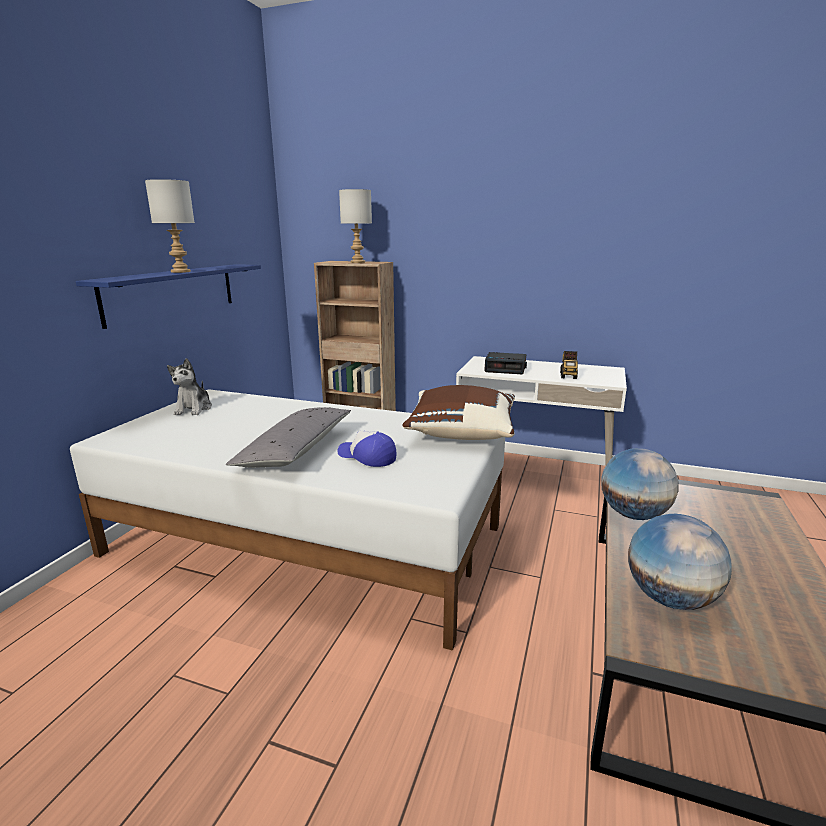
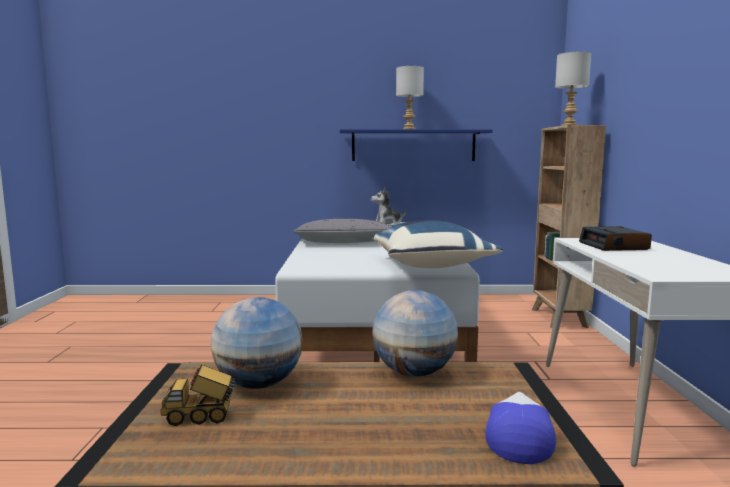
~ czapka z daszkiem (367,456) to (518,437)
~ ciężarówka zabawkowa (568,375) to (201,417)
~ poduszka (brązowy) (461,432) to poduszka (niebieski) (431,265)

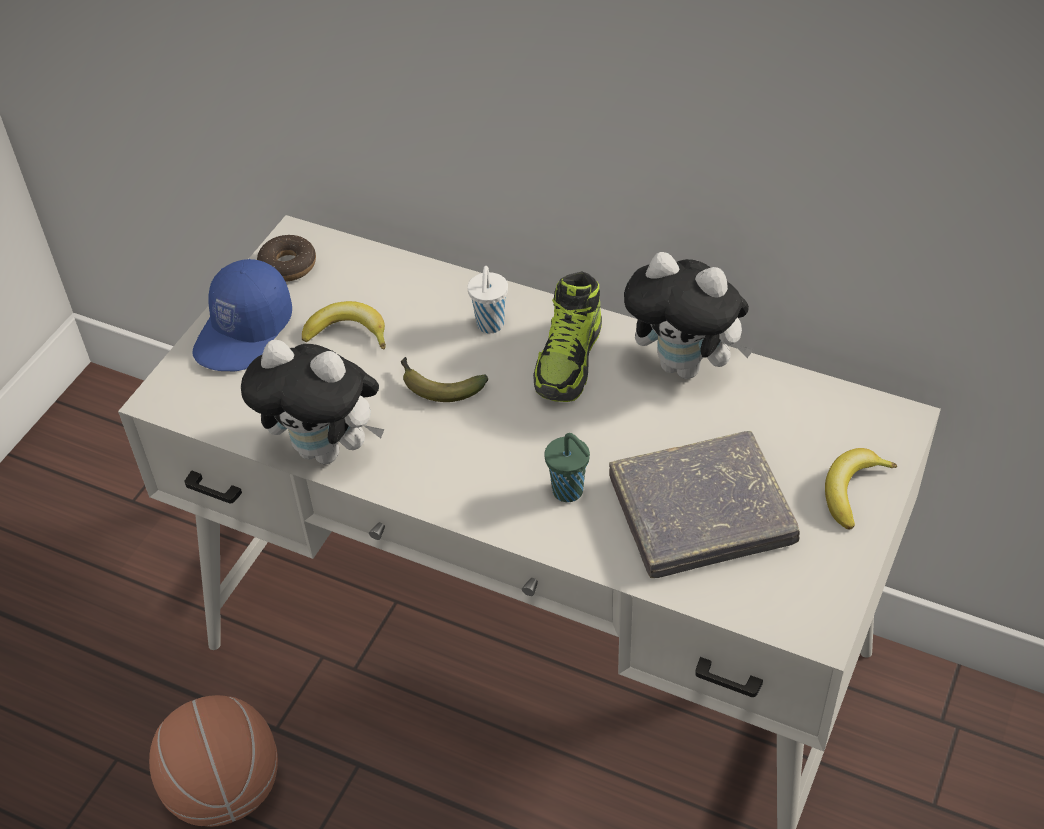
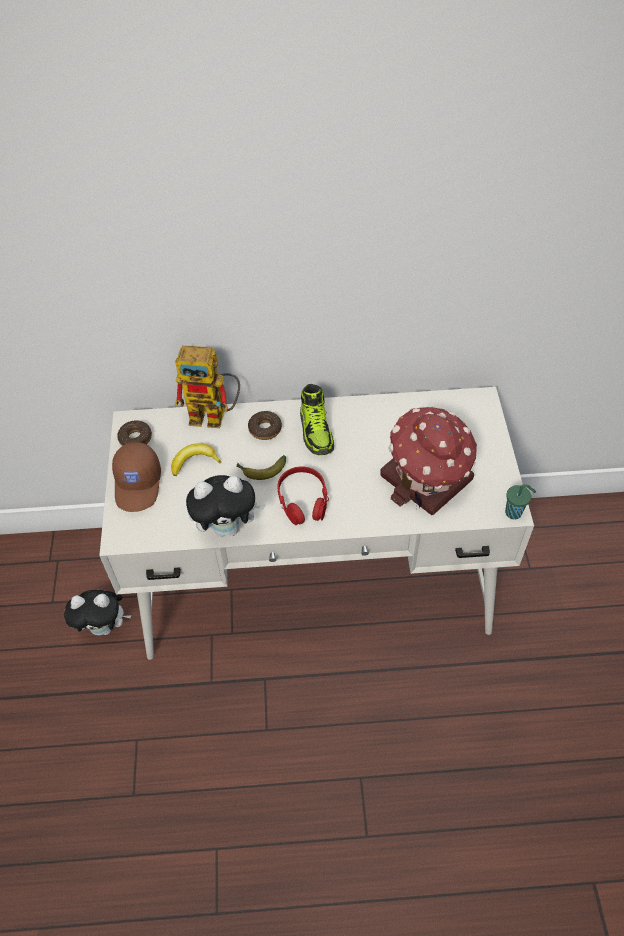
- piłka do koszykówki (225,789)
- banan (852,490)
+ robot zabawkowy (215,415)
+ słuchawki (czerwony) (303,500)
~ filiżanka (zielony) (569,492) to (514,513)
~ pluszak (686,366) to (105,627)
~ filiżanka (biały) (490,325) to donut (265,429)
~ książka (szary) (701,512) to domek (427,479)
~ czapka z daszkiem (niebieski) (245,332) to czapka z daszkiem (brązowy) (139,484)

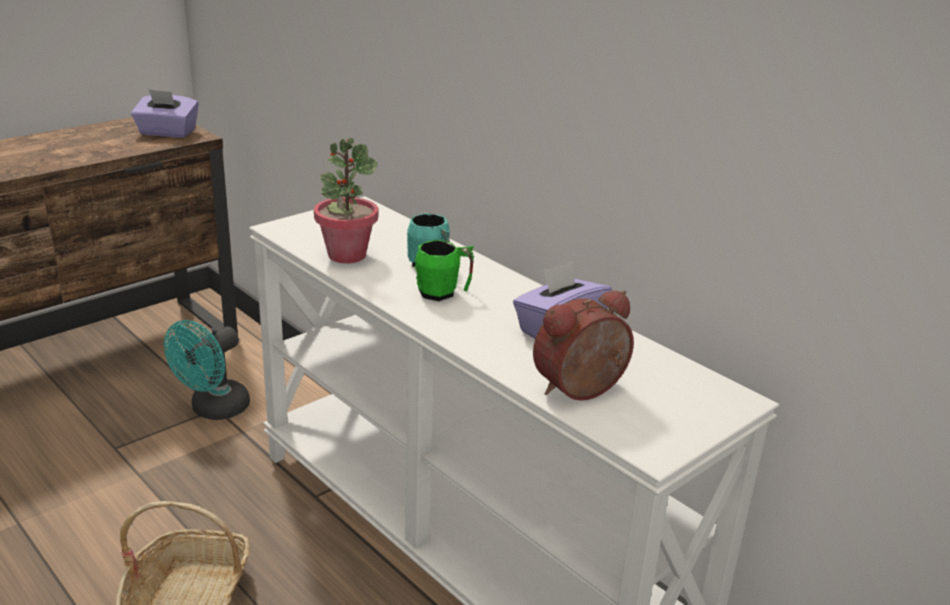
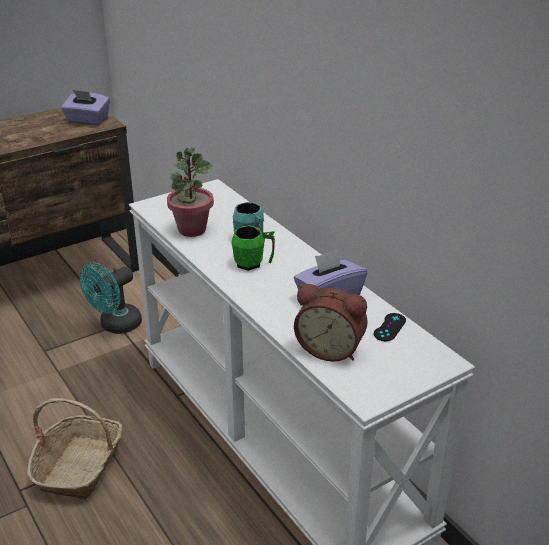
+ pad do gier (czarny) (389,327)
~ budzik (582,391) = (330,349) 135 degrees counterclockwise

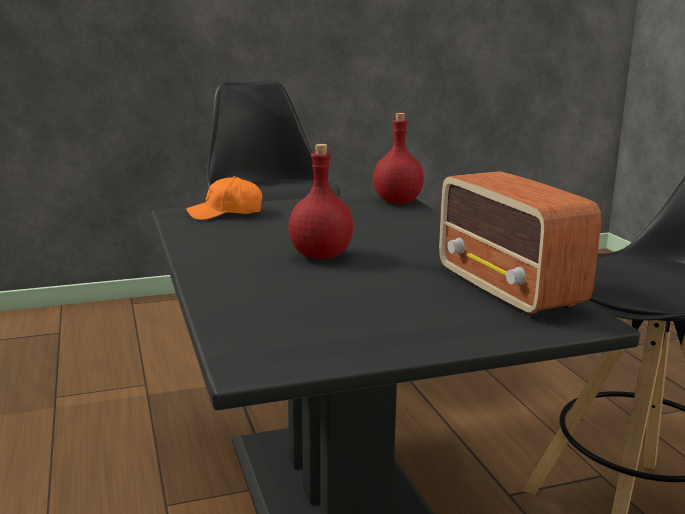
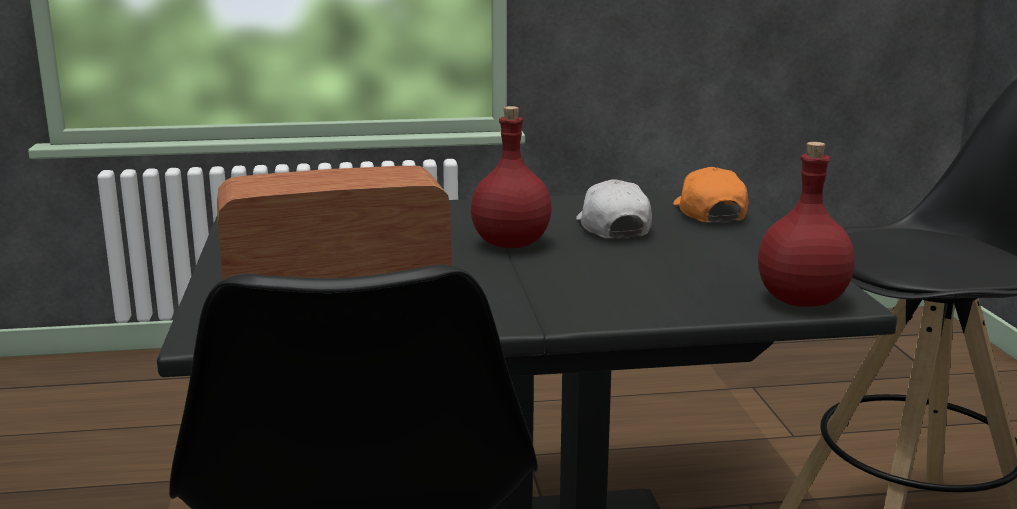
+ czapka z daszkiem (biały) (612,228)

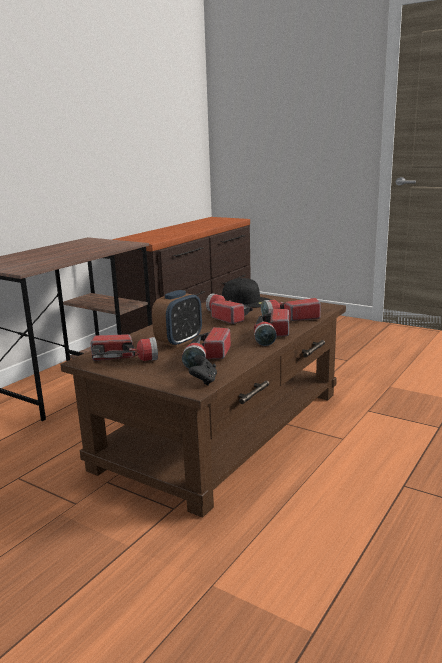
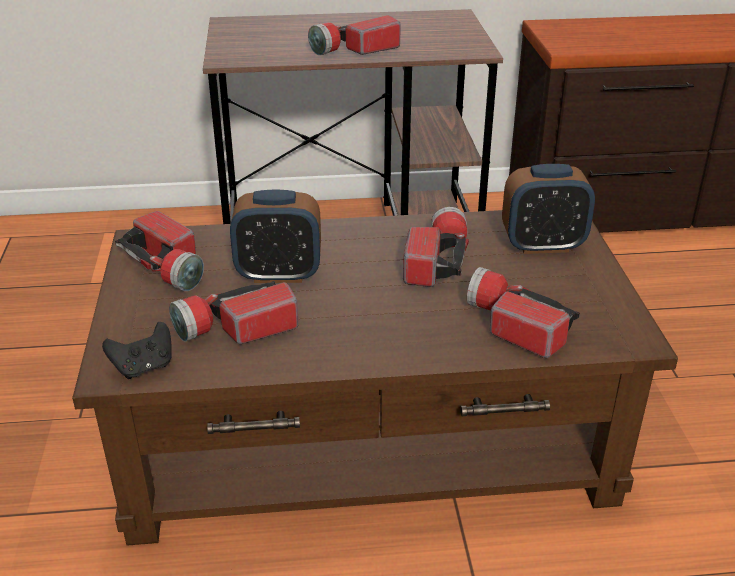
~ latarka (271,336) to (355,49)
~ czapka z daszkiem (czarny) (247,301) to budzik (543,245)

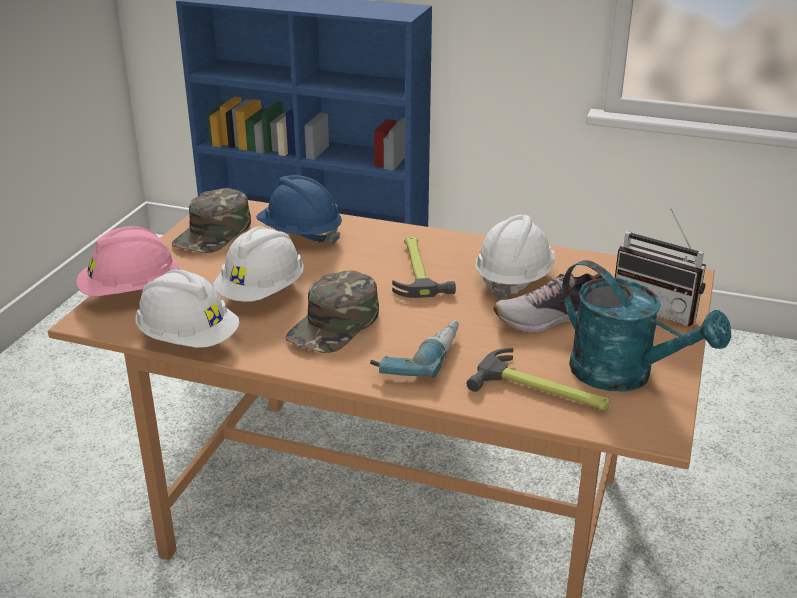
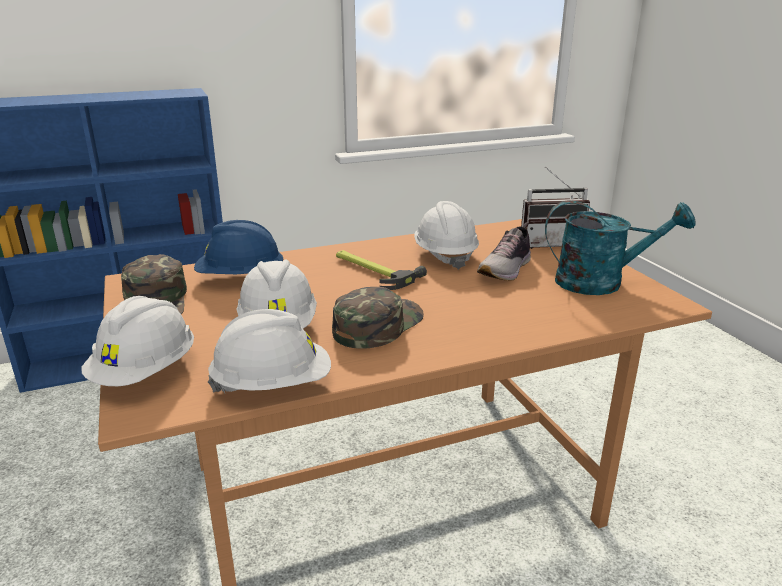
- wiertarka (418,356)
- młotek (542,391)
~ kask (różowy) (130,292) to kask (biały) (145,372)
~ czapka z daszkiem (zielony) (335,324) = (377,325) 135 degrees counterclockwise

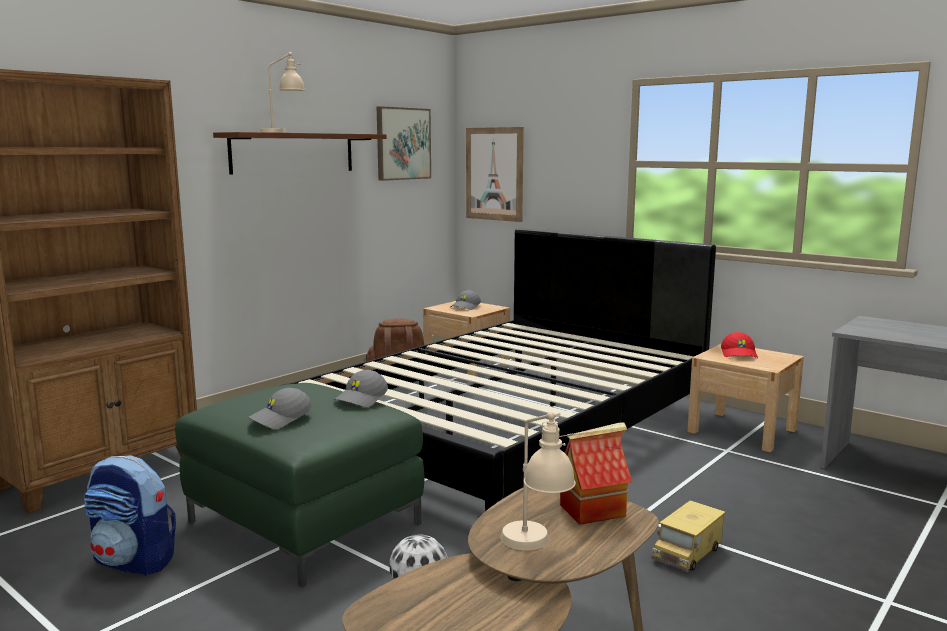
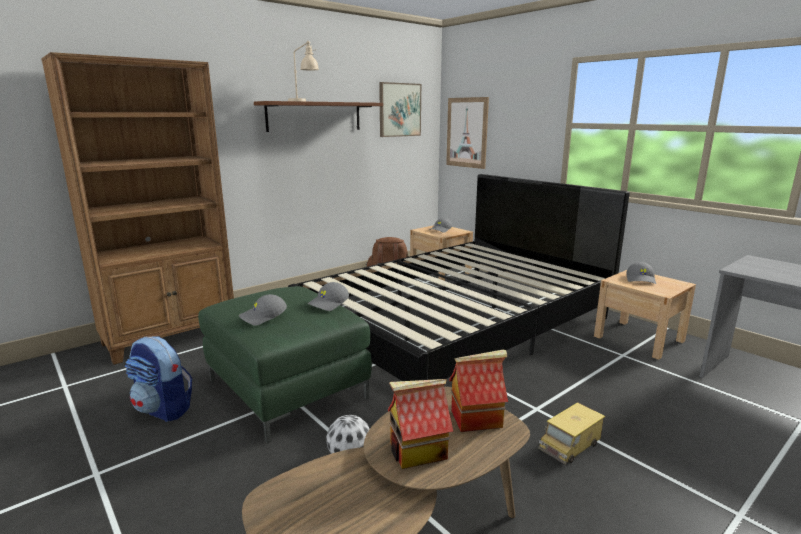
~ lampa stołowa (beżowy) (537,547) to domek (417,452)
~ czapka z daszkiem (czerwony) (739,354) to czapka z daszkiem (szary) (641,279)

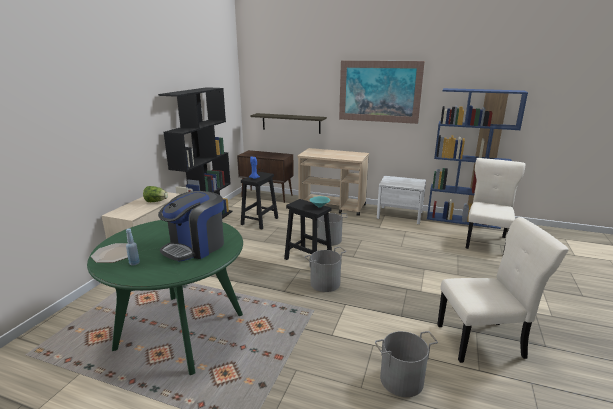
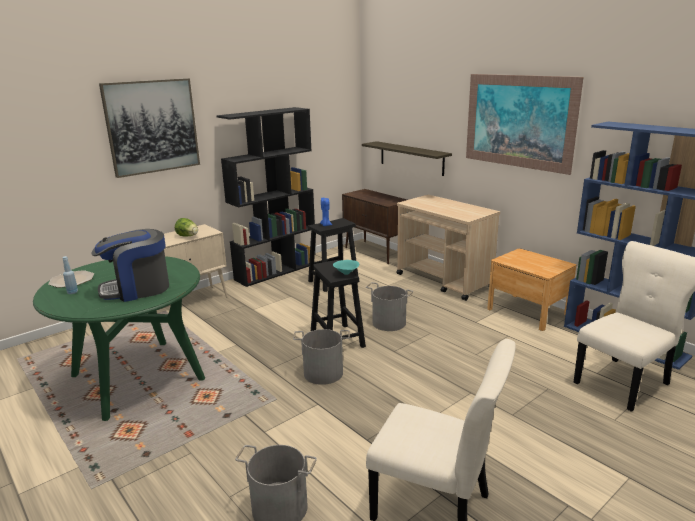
+ obraz (152,126)
~ szafka nocna (biały) (399,215) to szafka nocna (brązowy) (527,311)

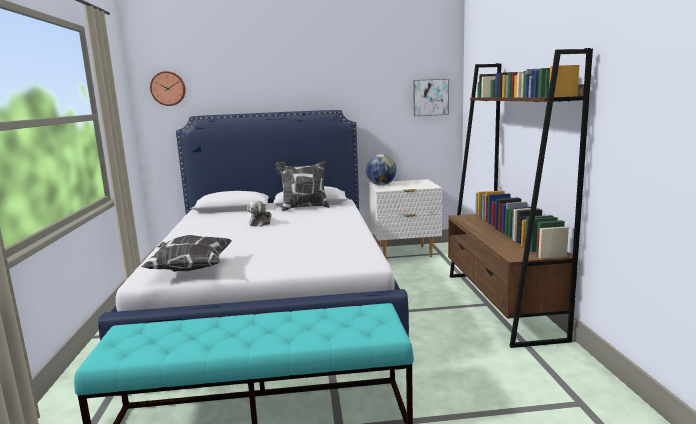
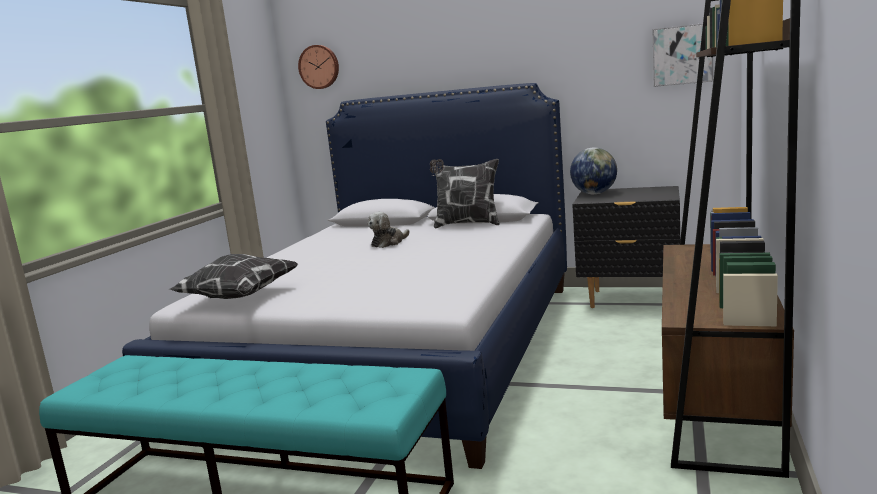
~ szafka nocna (biały) (404,253) to szafka nocna (czarny) (630,300)

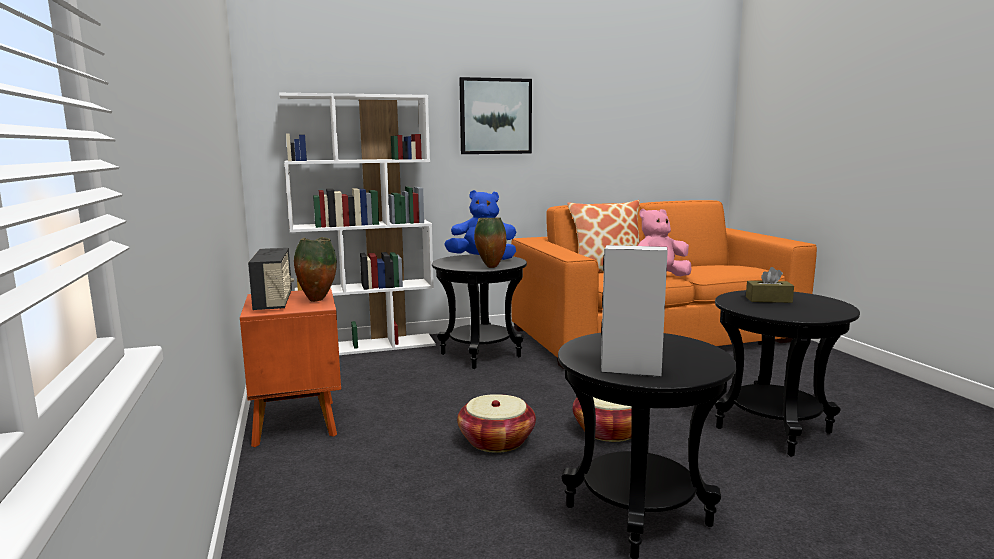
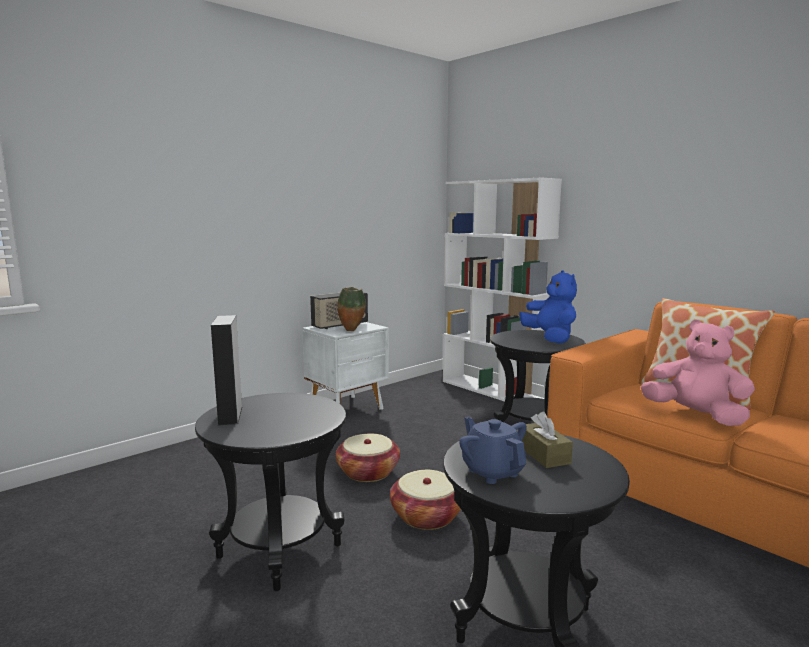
- obraz (495,116)
- wazon (490,267)
+ imbryk (niebieski) (492,472)
~ szafka nocna (pomarańczowy) (297,422) to szafka nocna (biały) (347,409)

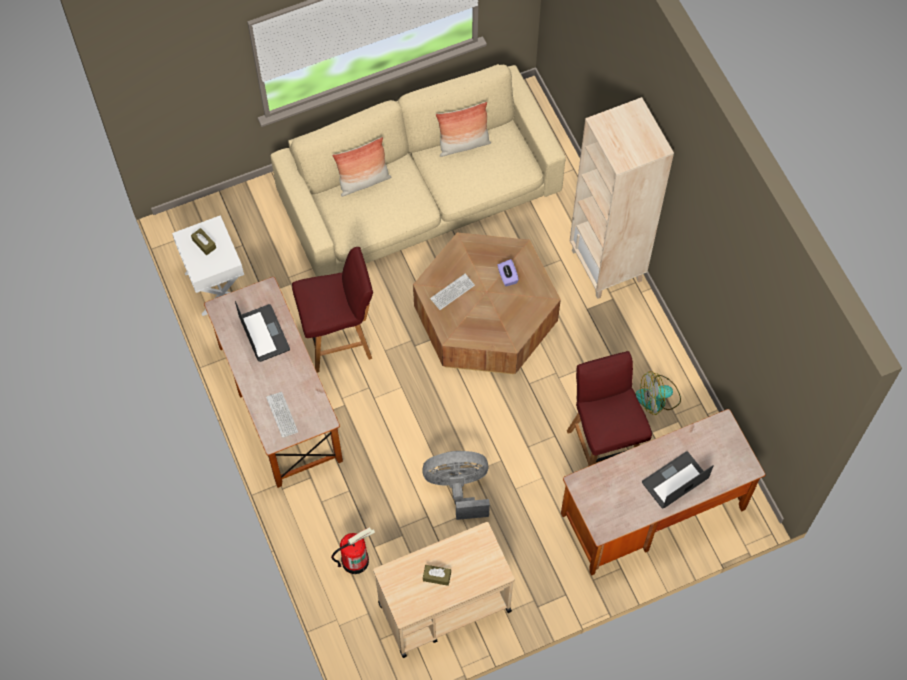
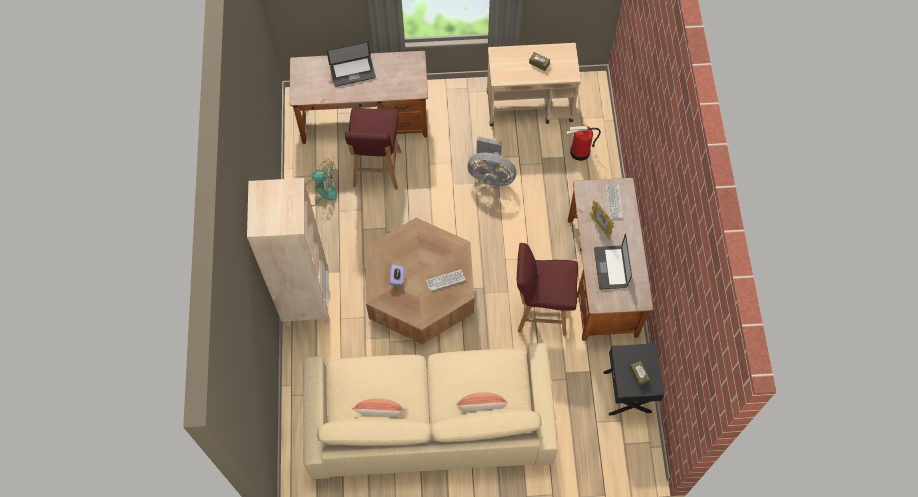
+ ramka na zdjęcie (600,226)
~ szafka nocna (biały) (216,286) to szafka nocna (czarny) (628,392)

